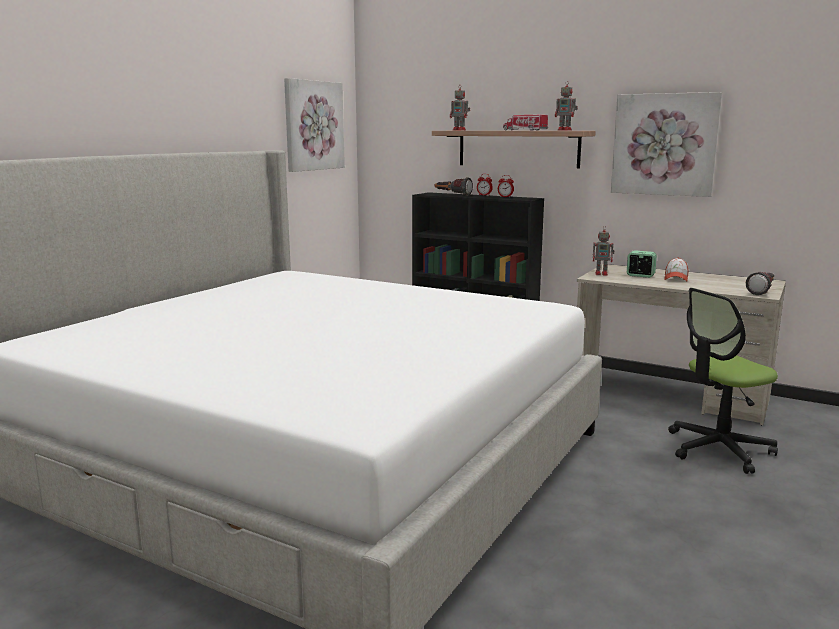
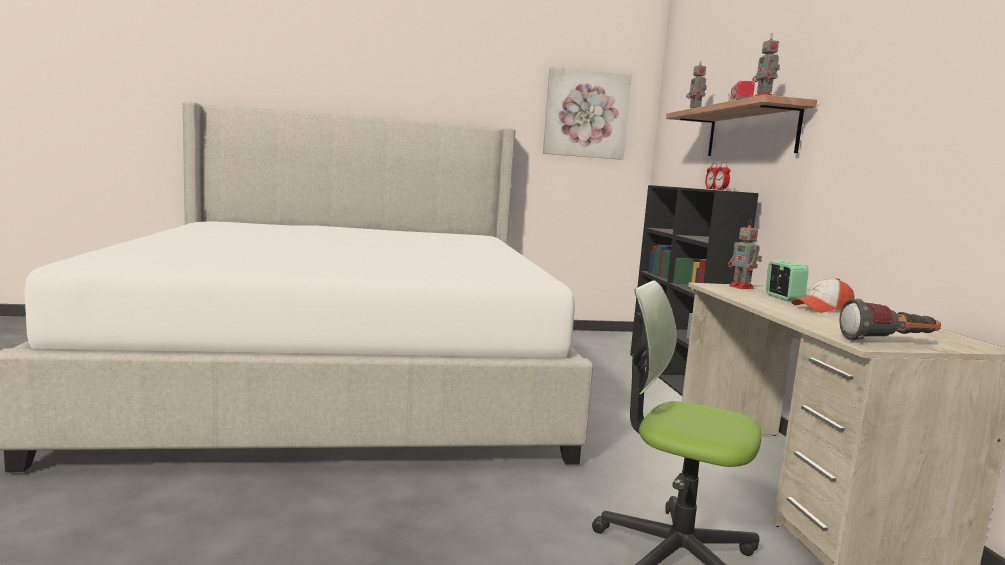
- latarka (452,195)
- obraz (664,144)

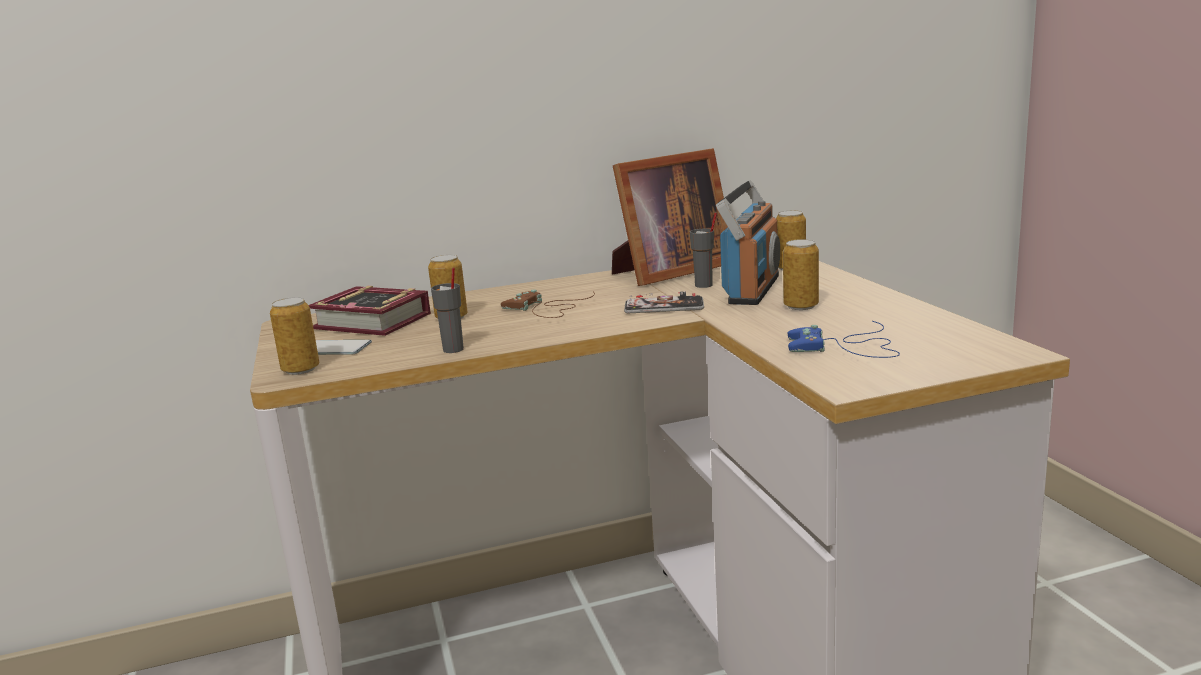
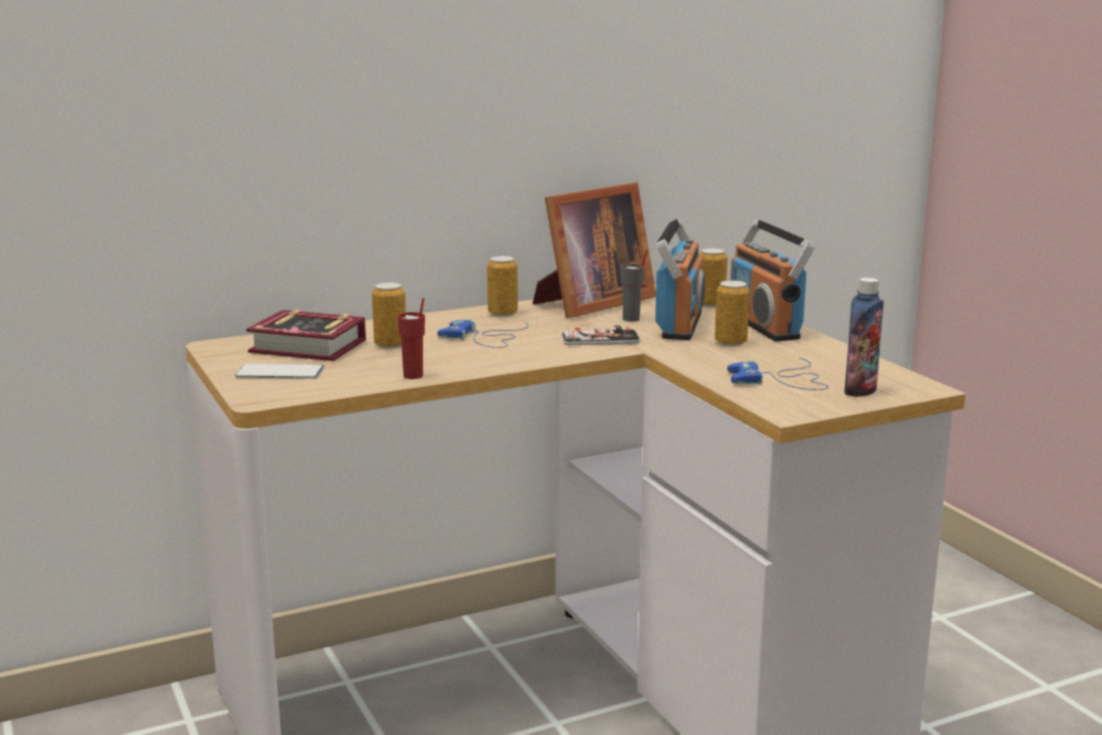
+ radio (764,326)
+ butelka (860,391)
~ puszka (300,369) to (502,313)
~ filiżanka (szary) (453,350) to filiżanka (czerwony) (413,376)
~ pad do gier (brązowy) (547,309) to pad do gier (niebieski) (484,339)

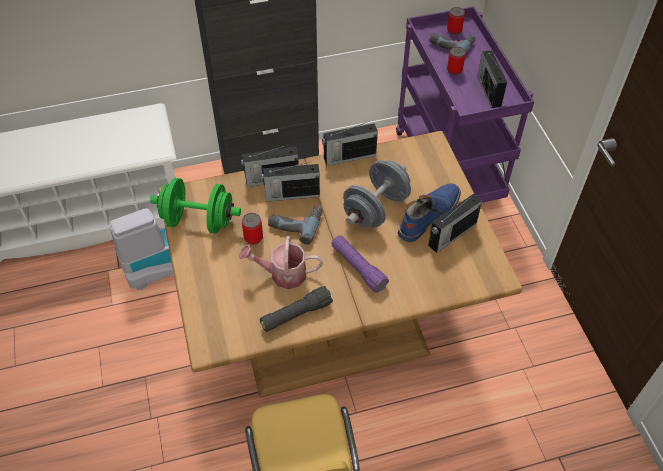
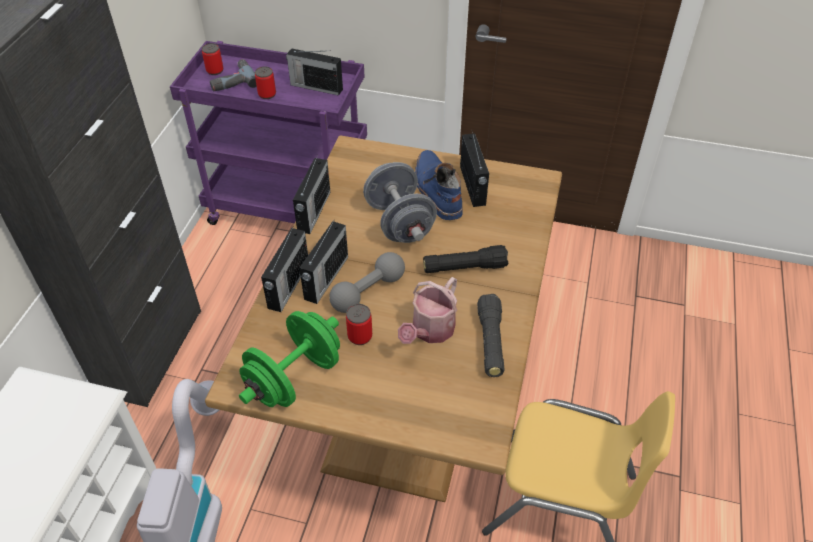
~ wiertarka (295,223) to hantel (szary) (368,291)
~ latarka (fioletowy) (358,268) to latarka (czarny) (464,268)

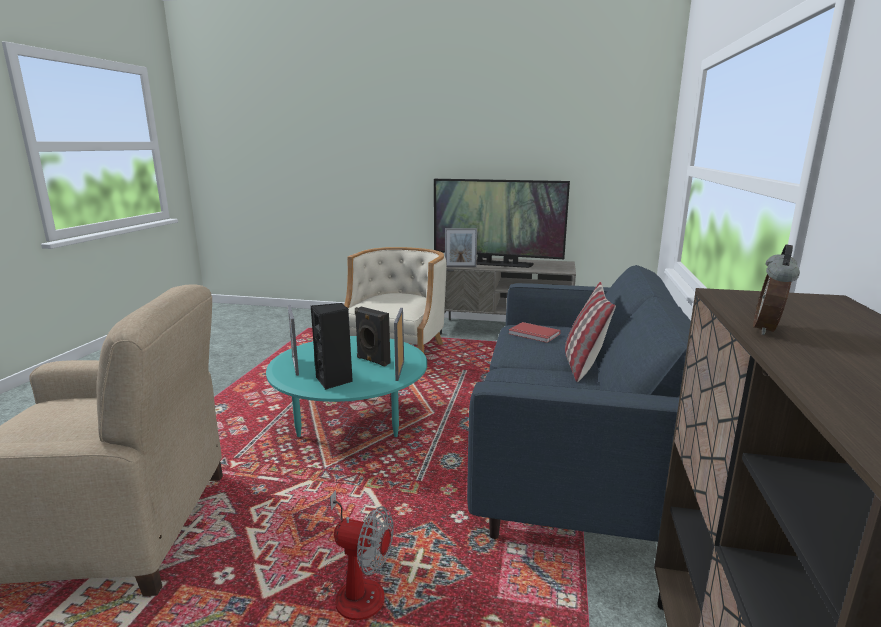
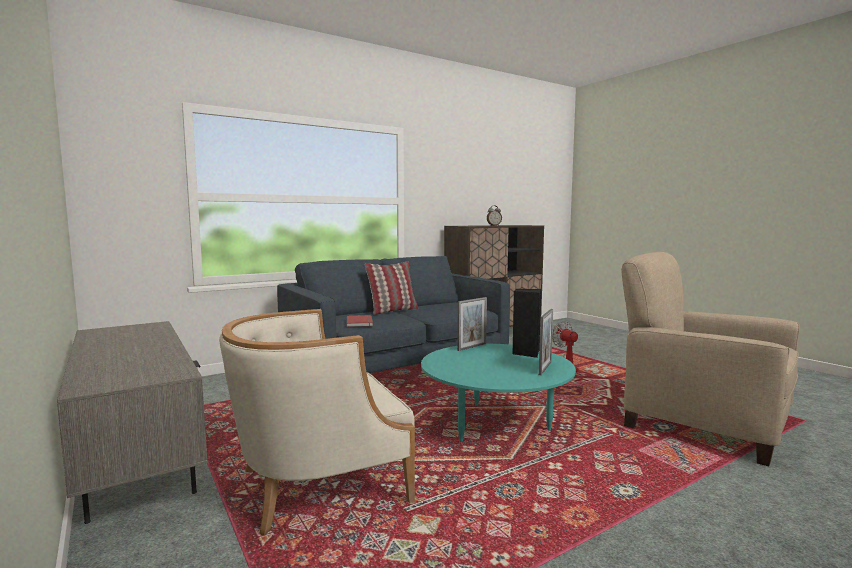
- głośnik (czarny) (372,361)
- telewizor (497,264)
- ramka na zdjęcie (460,266)

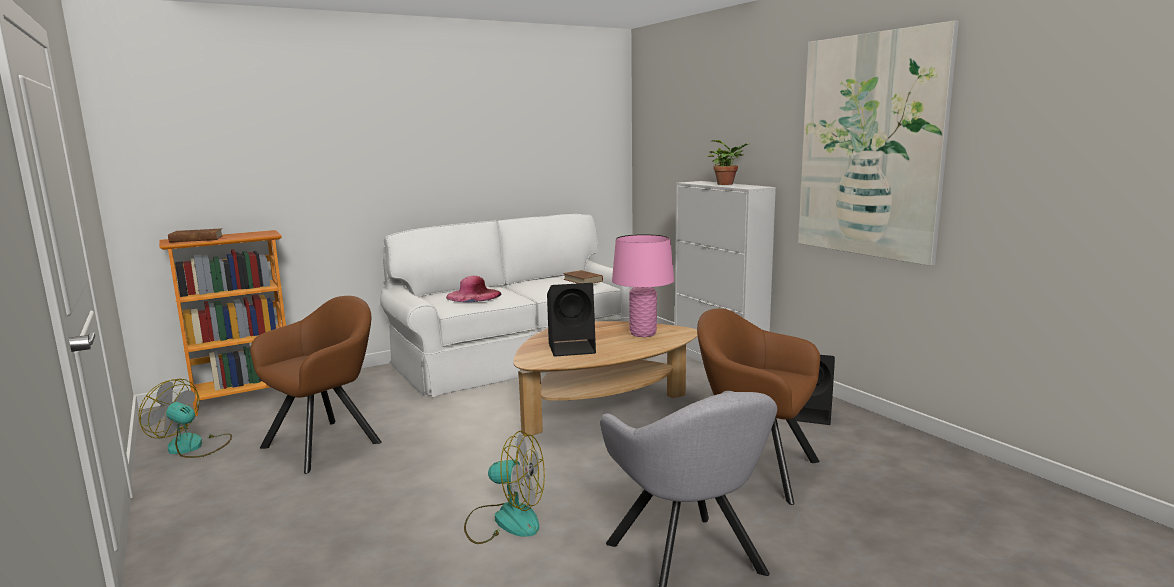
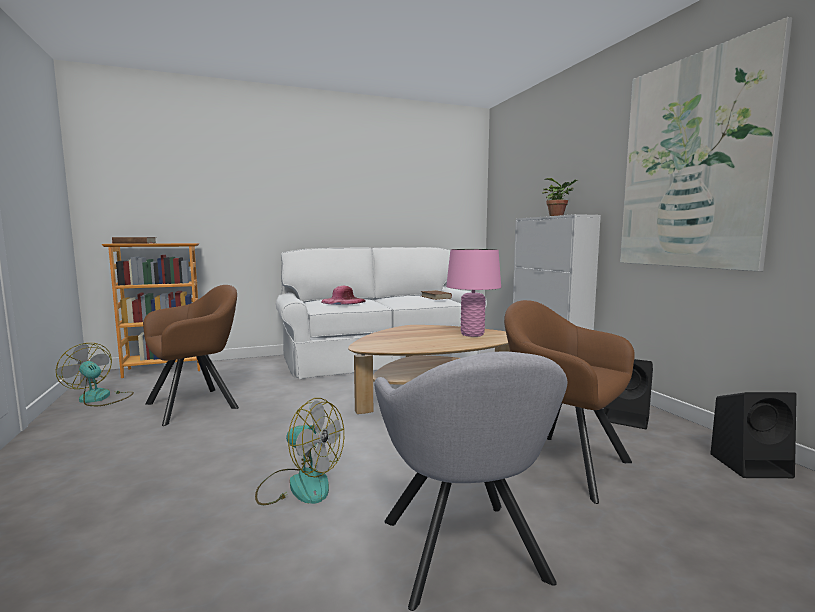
~ głośnik (czarny) (573,348) to (751,465)

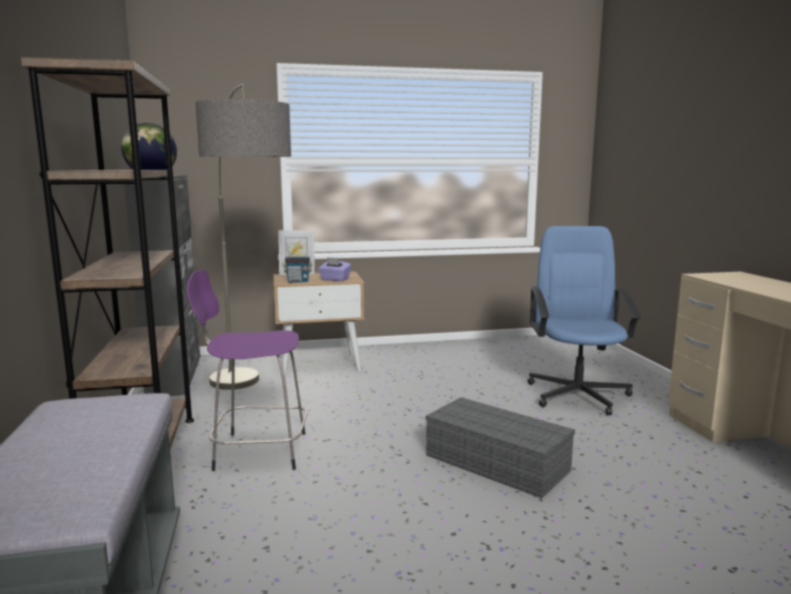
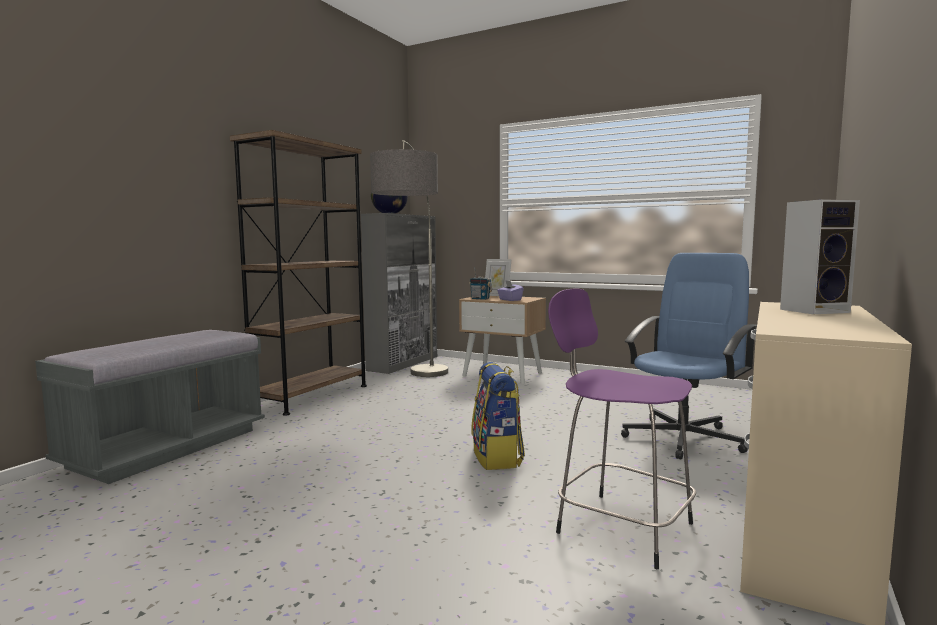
+ głośnik (815,310)
~ stołek (fioletowy) (257,451) to (620,526)
~ pojemnik do przechowywania (szary) (499,463) to plecak (497,457)

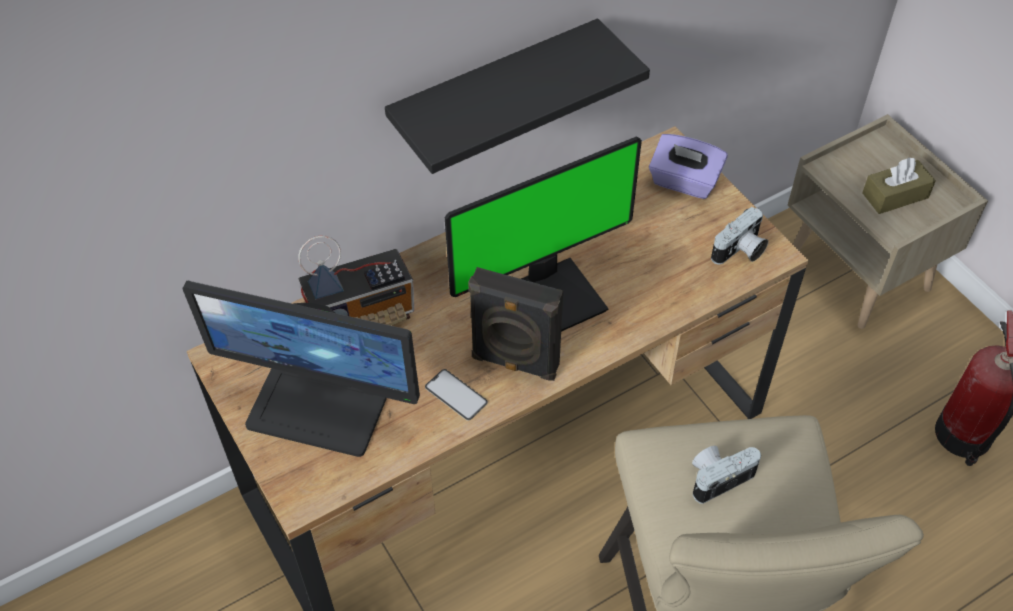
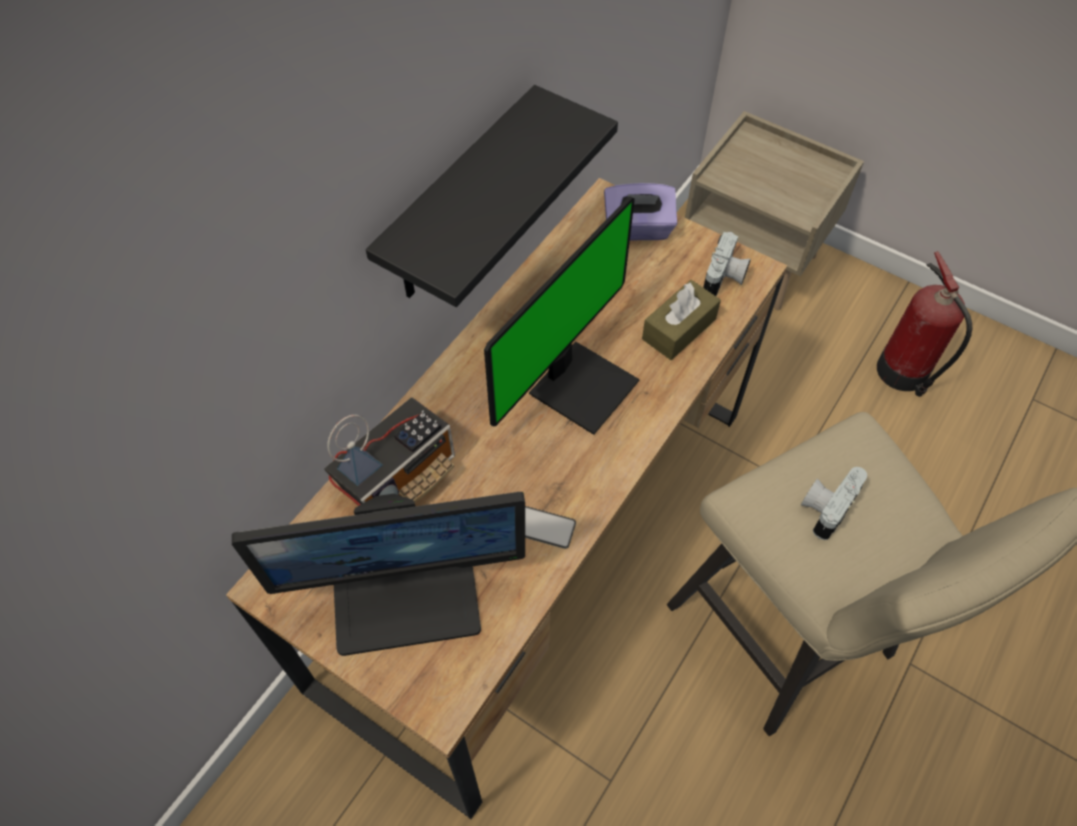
- głośnik (czarny) (514,363)
~ pudełko chusteczek (brązowy) (895,195) to (679,329)

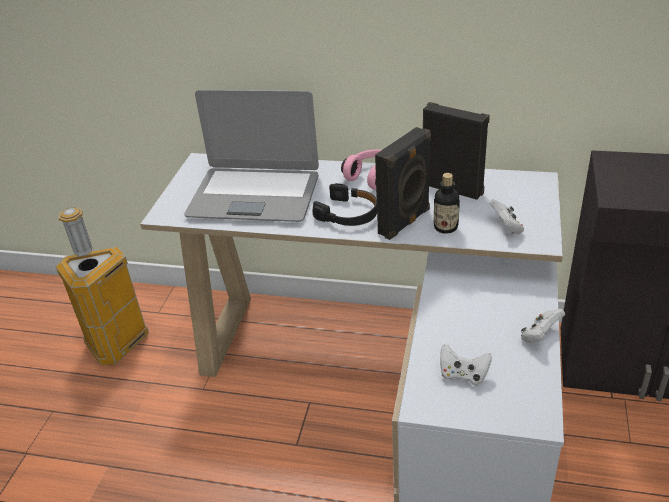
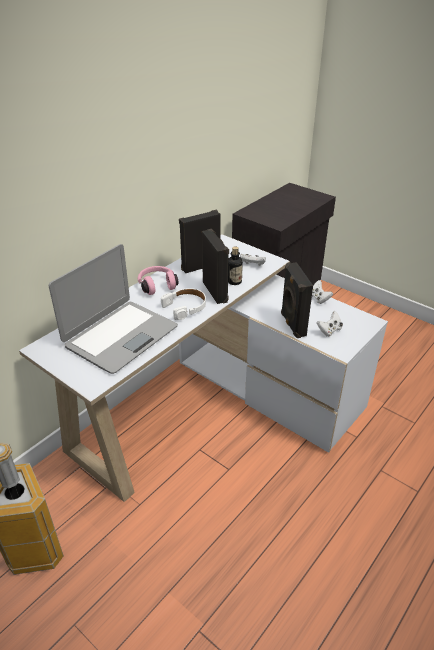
+ głośnik (czarny) (292,324)
~ słuchawki (czarny) (348,214) to słuchawki (biały) (185,307)

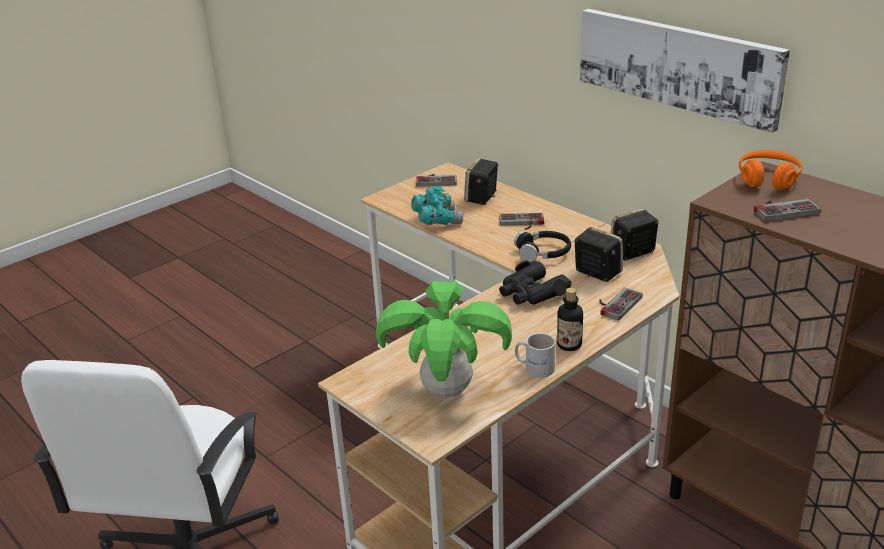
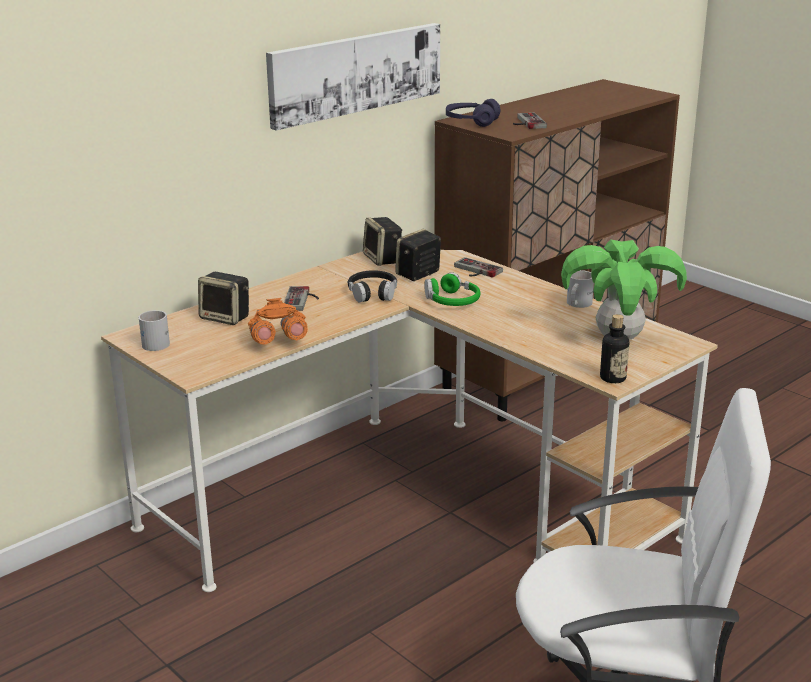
~ butelka (569,345) to (613,378)
~ pad do gier (436,180) to kubek (biały) (157,342)
~ lornetka (czarny) (531,293) to słuchawki (zielony) (452,301)
~ lornetka (turkusowy) (436,221) to lornetka (pomarańczowy) (277,342)
~ słuchawki (pomarańczowy) (768,179) to słuchawki (fioletowy) (471,121)

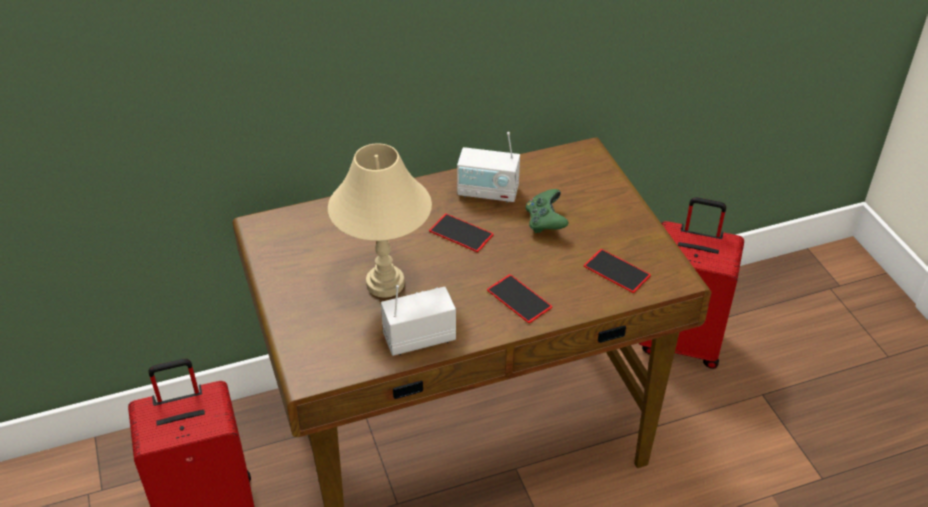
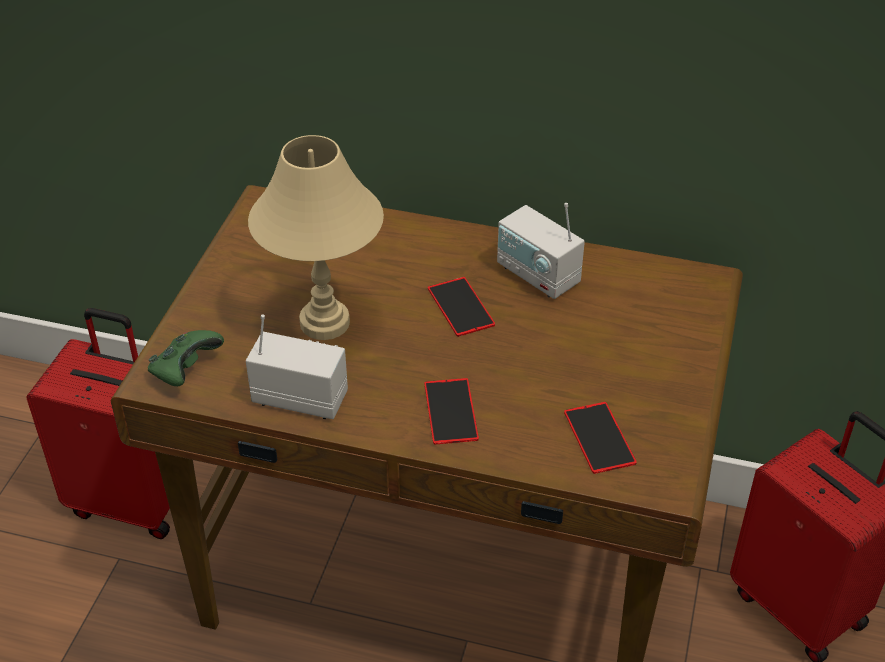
~ pad do gier (zielony) (545,222) to (185,370)

